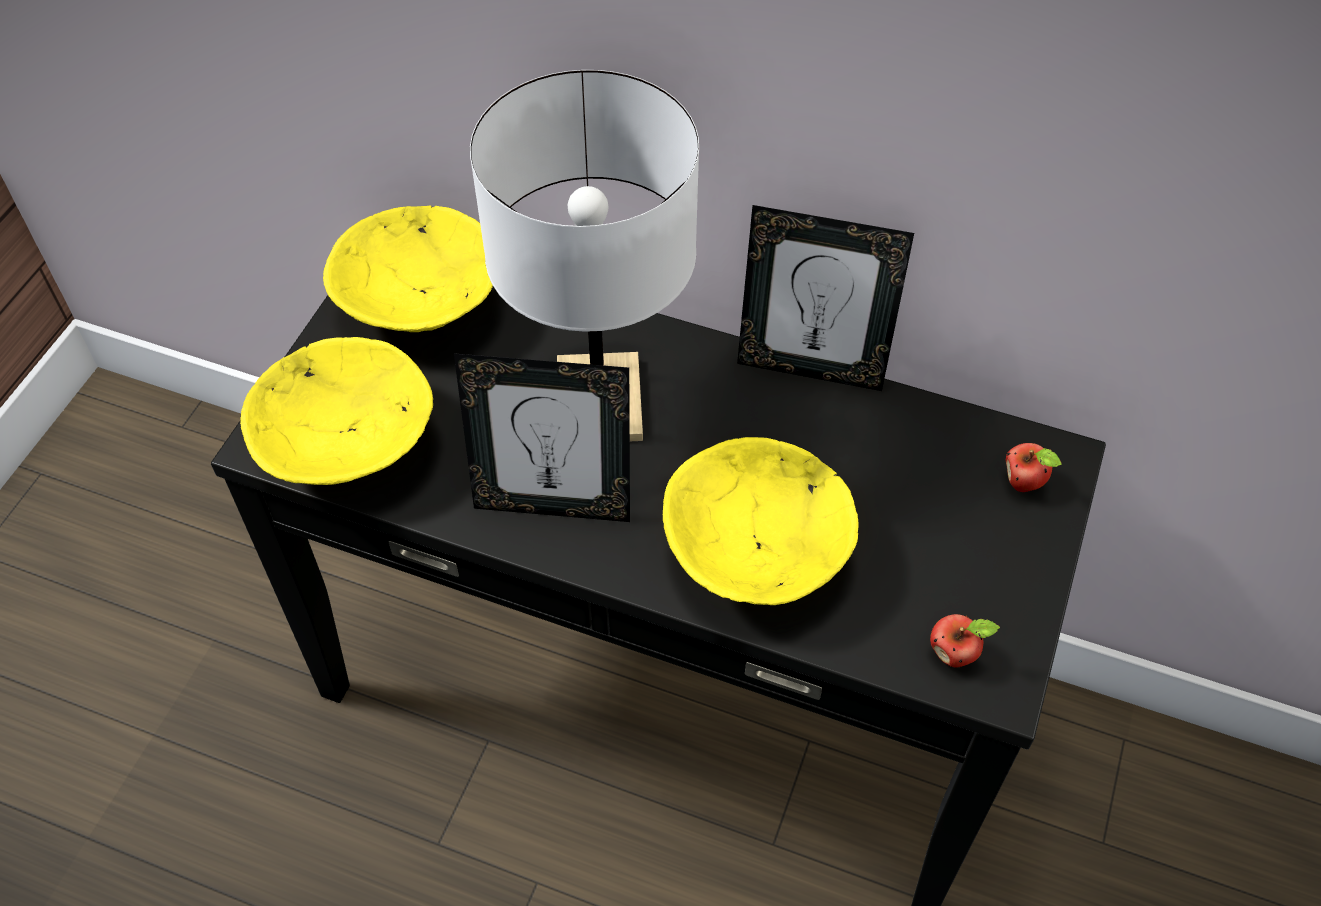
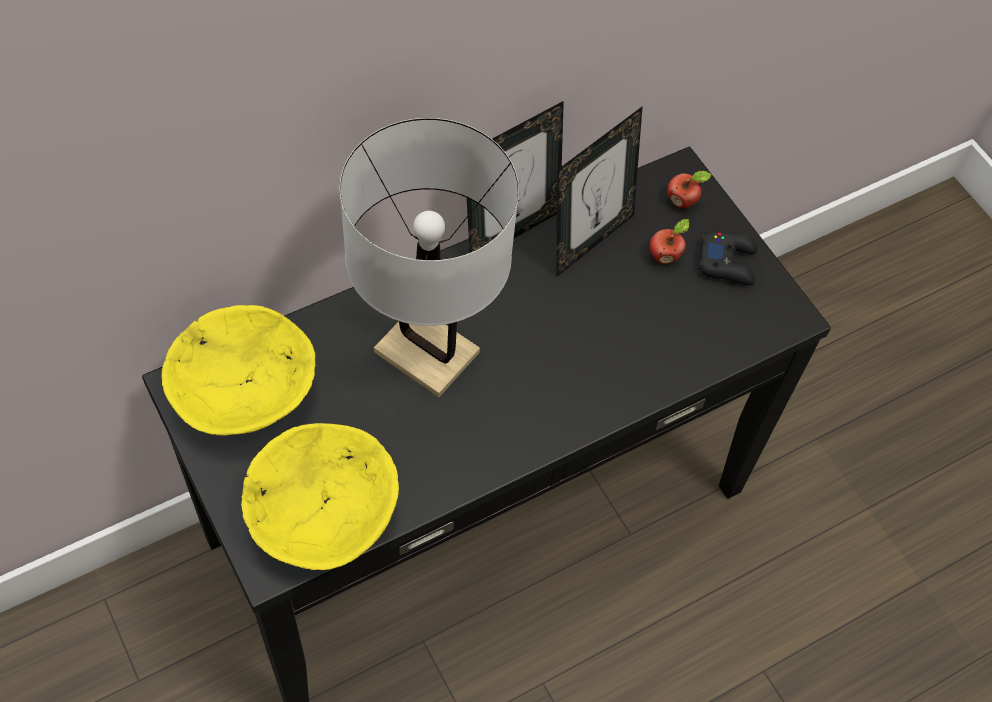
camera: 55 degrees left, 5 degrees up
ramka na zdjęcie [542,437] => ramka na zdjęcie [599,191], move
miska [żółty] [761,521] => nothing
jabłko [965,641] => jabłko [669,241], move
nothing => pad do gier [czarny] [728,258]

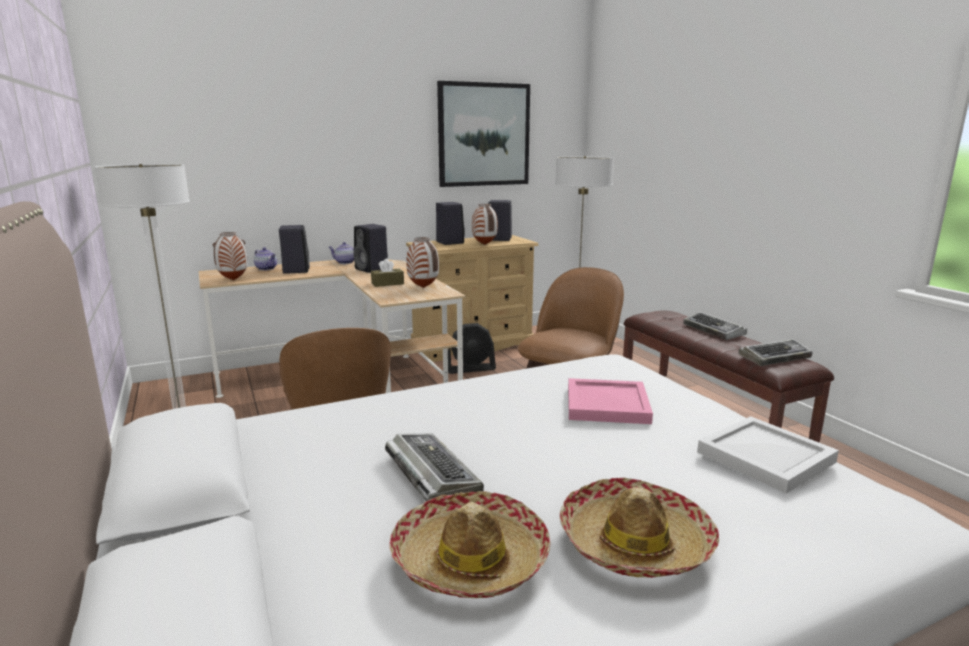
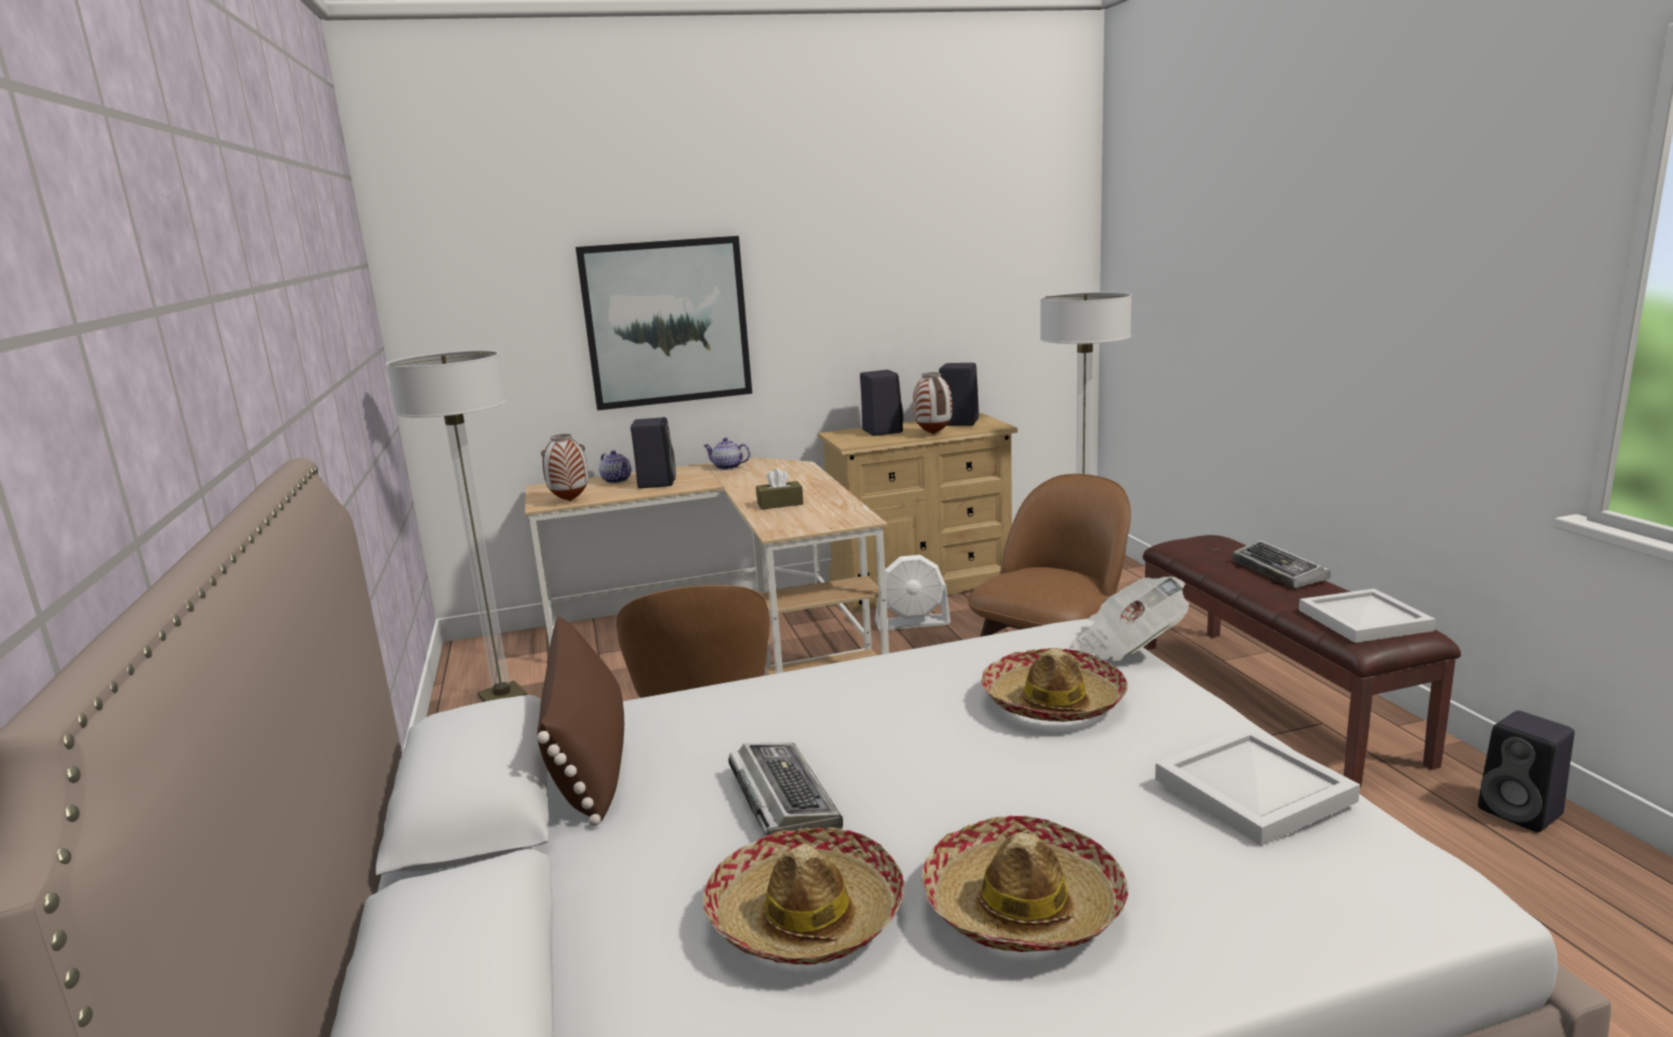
camera: 10 degrees right, 0 degrees up
obraz [483,134] => obraz [664,323], move
głośnik [czarny] [370,248] => głośnik [czarny] [1526,771], move
wazon [422,262] => nothing
wentylator [czarny] [472,348] => wentylator [biały] [913,593]
klawiatura [775,352] => taca [biały] [1367,616]
taca [różowy] [610,401] => kapelusz [1054,685]
nothing => gazeta [1130,619]
nothing => poduszka [brązowy] [580,721]

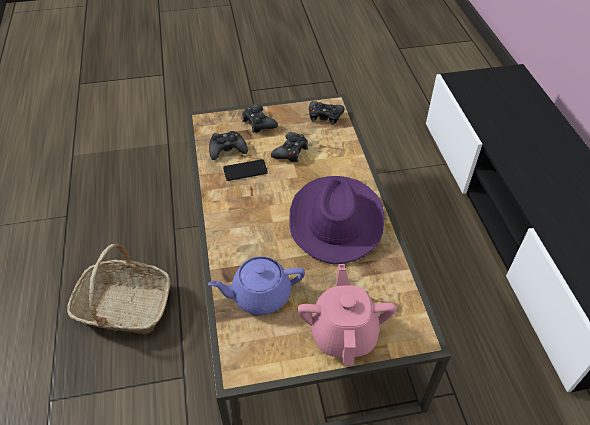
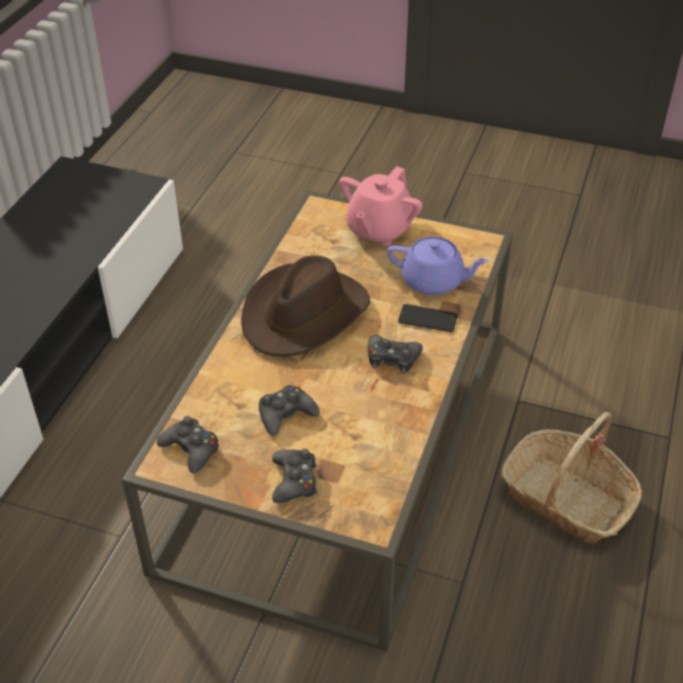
camera: 150 degrees left, 5 degrees down
pad do gier [czarny] [228,145] => pad do gier [czarny] [395,354], move
telefon [245,170] => telefon [428,318], move
kapelusz [fioletowy] [337,220] => kapelusz [brązowy] [305,306]

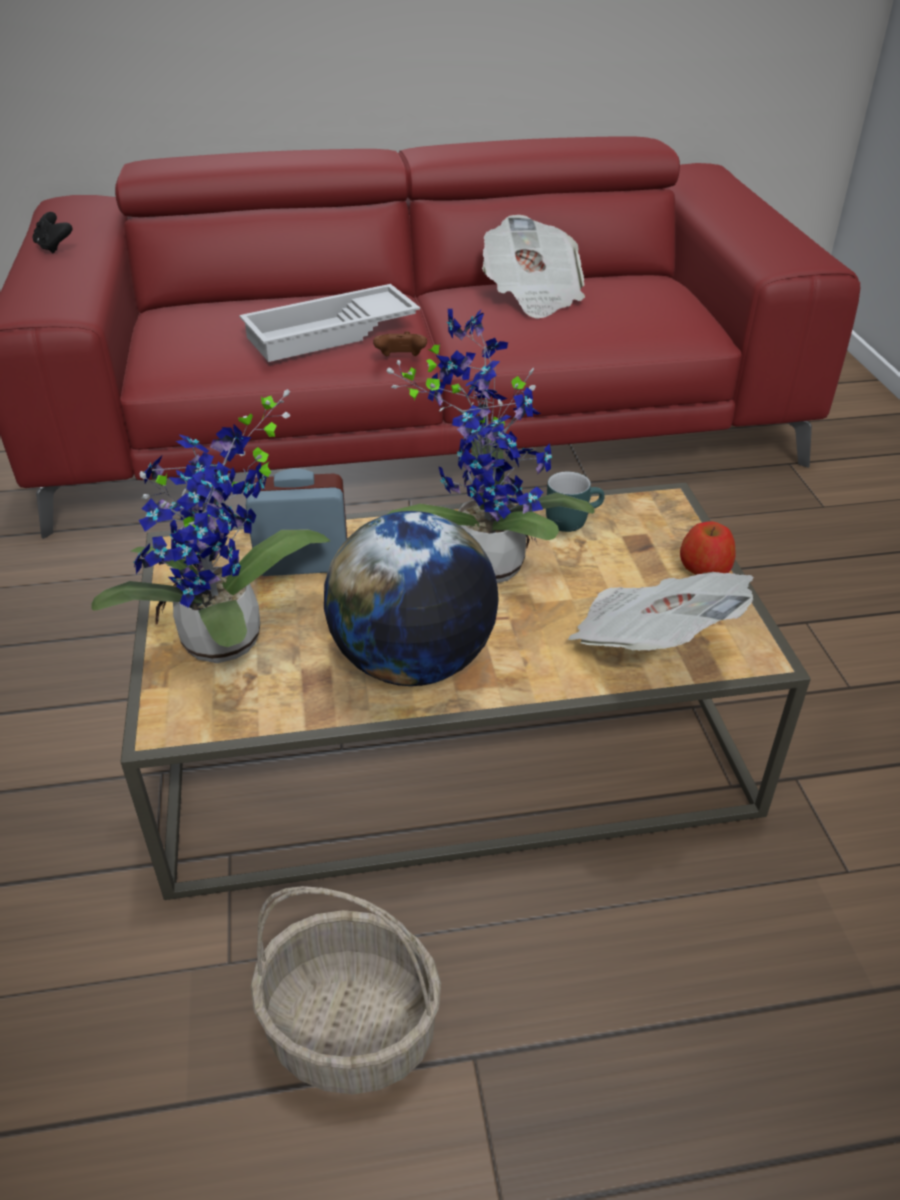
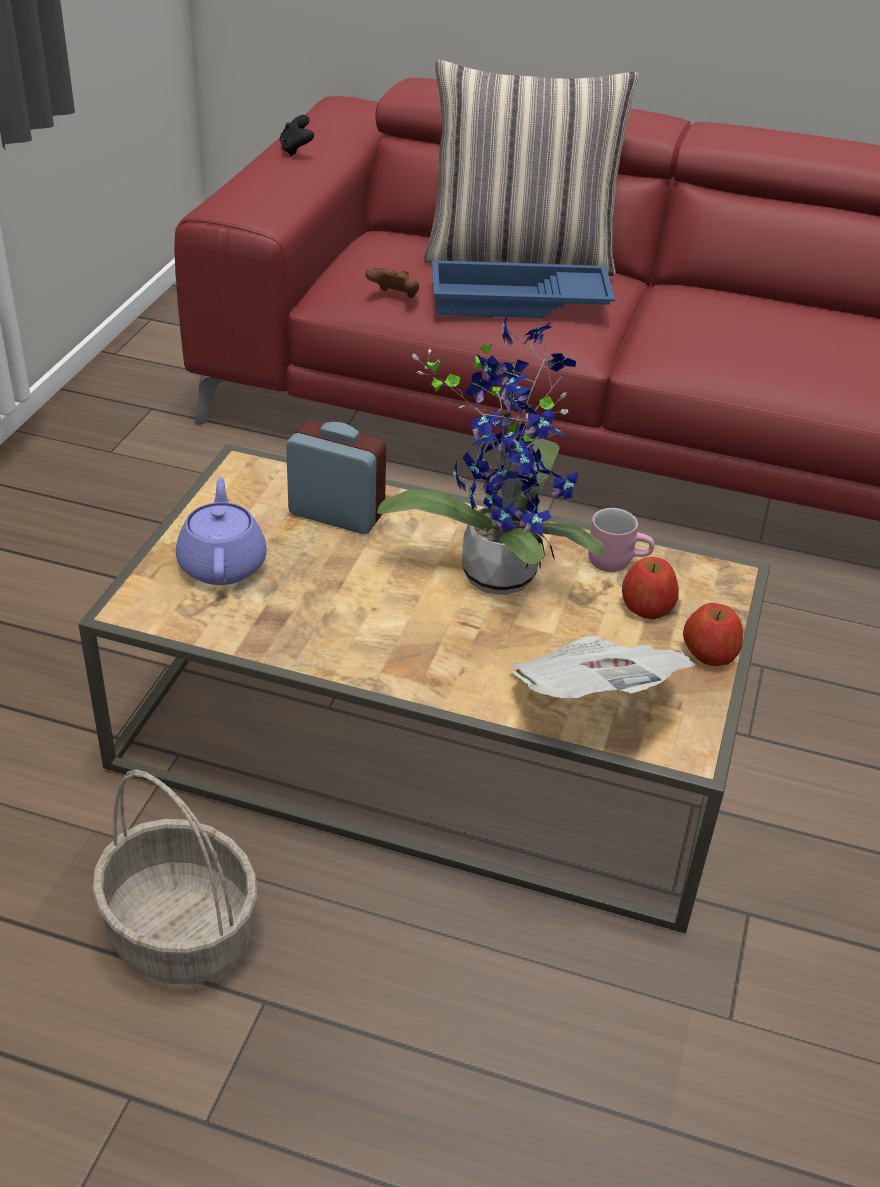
camera: 25 degrees right, 0 degrees up
gazeta [533,267] => nothing
taca [biały] [329,323] => taca [niebieski] [523,289]
pad do gier [brązowy] [400,343] => pad do gier [brązowy] [392,282], move
roślina doniczkowa [211,526] => imbryk [fioletowy] [221,531]
kubek [turkusowy] [575,502] => kubek [różowy] [621,540]
globus [411,598] => nothing
nothing => poduszka [531,167]
nothing => jabłko [650,588]

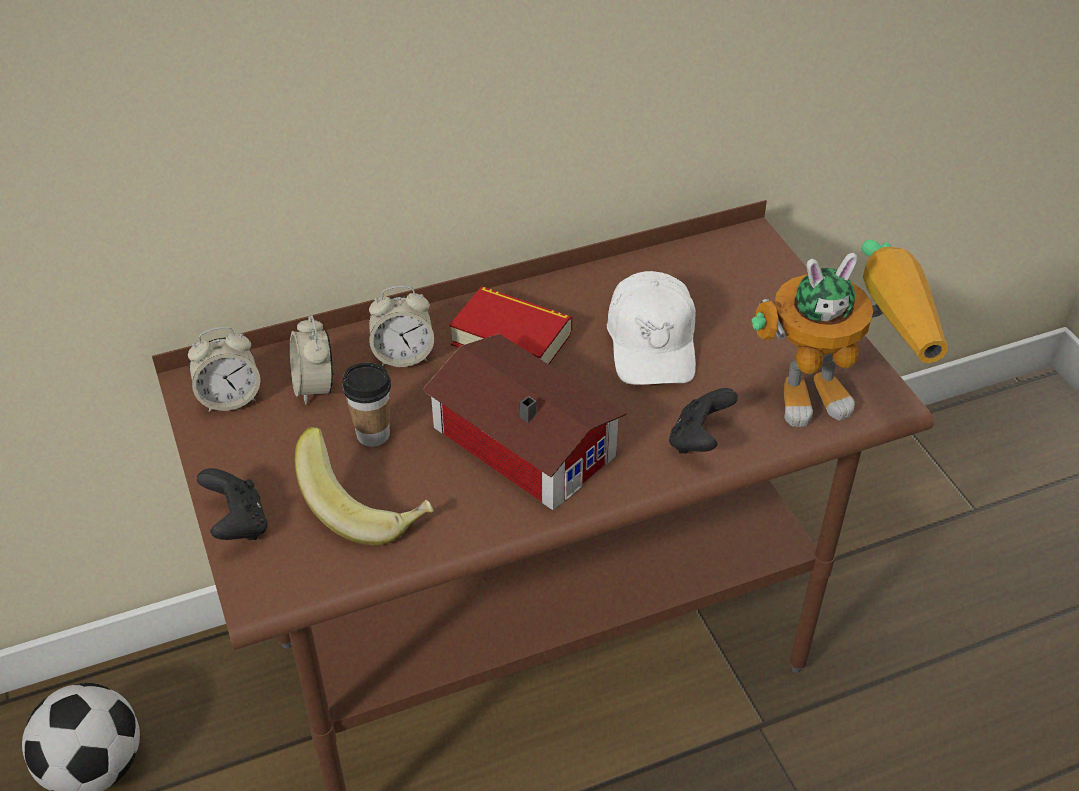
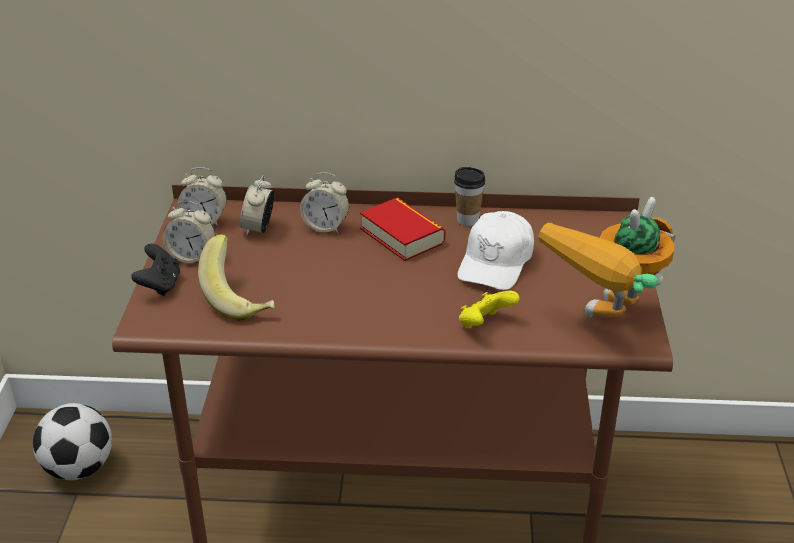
camera: 25 degrees right, 10 degrees down
robot zabawkowy [849,333] => robot zabawkowy [606,257], 120 degrees clockwise
domek [524,422] => nothing
filiżanka [366,405] => filiżanka [470,196], move
pad do gier [czarny] [703,421] => pad do gier [żółty] [489,309]
nothing => budzik [189,232]

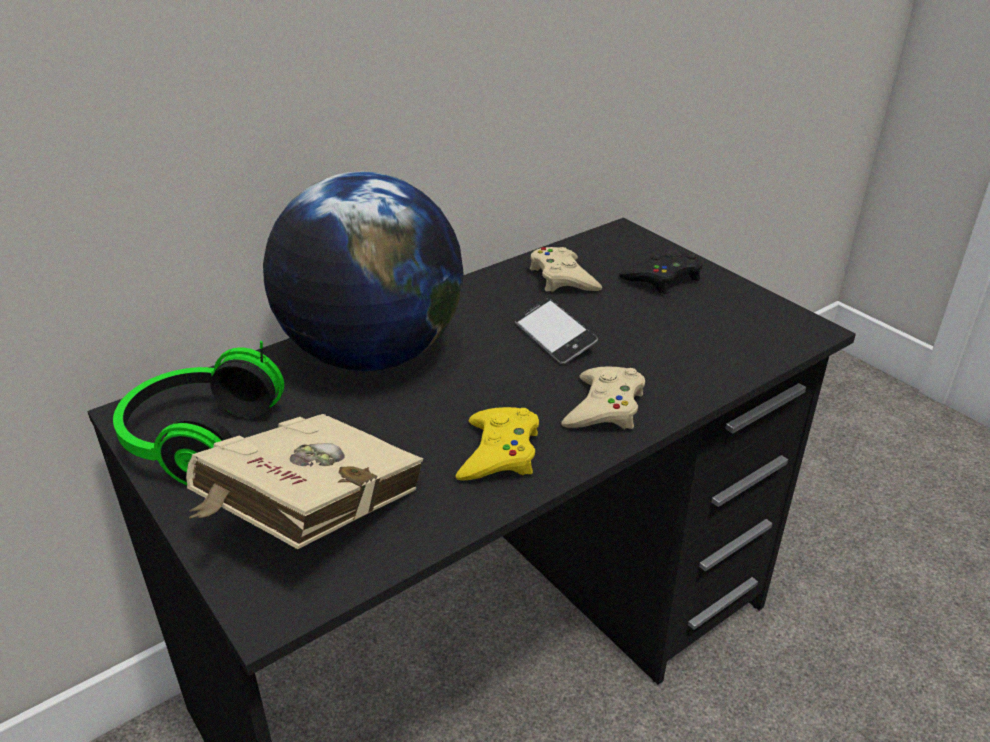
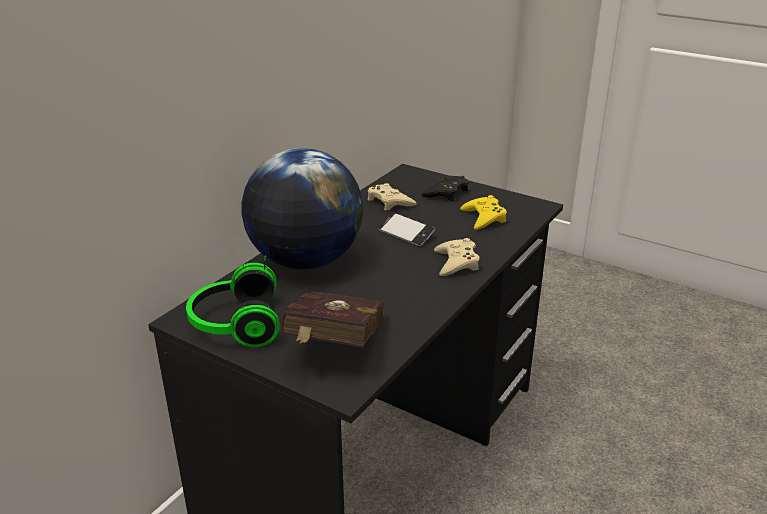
camera: 20 degrees left, 5 degrees down
pad do gier [żółty] [497,444] => pad do gier [żółty] [483,212], move
książka [beżowy] [304,481] => książka [czerwony] [332,319]

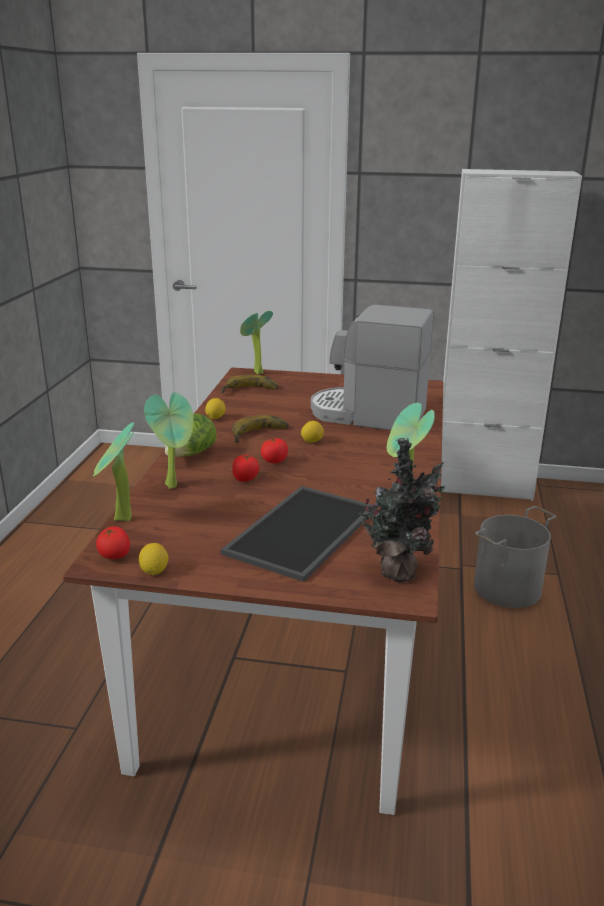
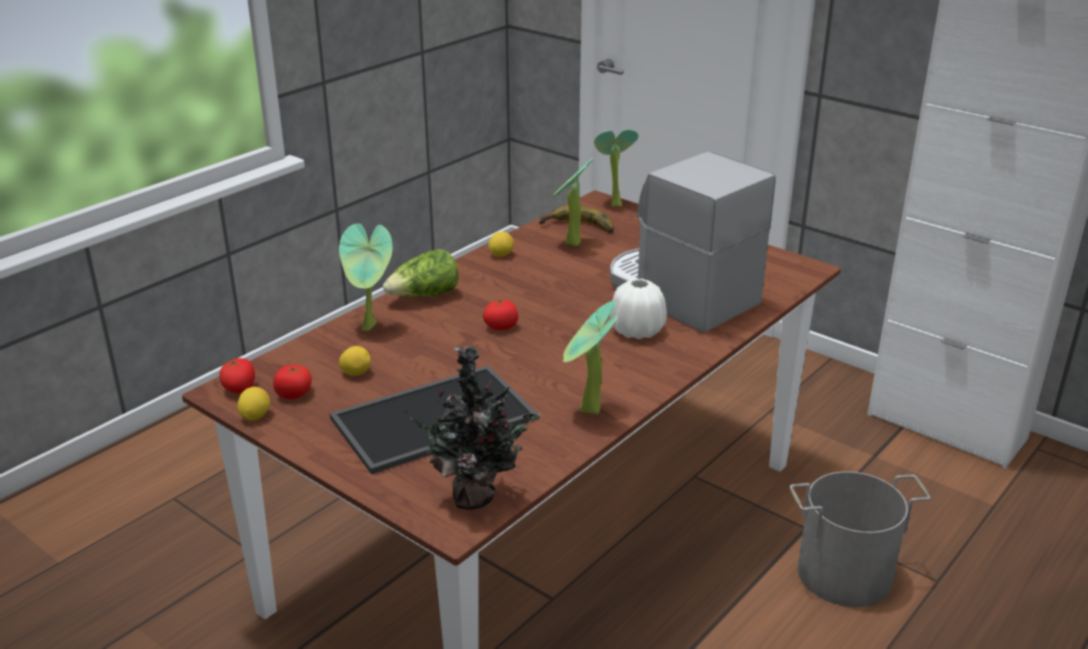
camera: 30 degrees right, 5 degrees up
banan [260,429] => nothing
cytryna [312,432] => cytryna [355,361], move
roślina doniczkowa [114,472] => roślina doniczkowa [572,202], move
pomidor [245,468] => pomidor [292,382], move
nothing => wazon [biały] [638,309]

